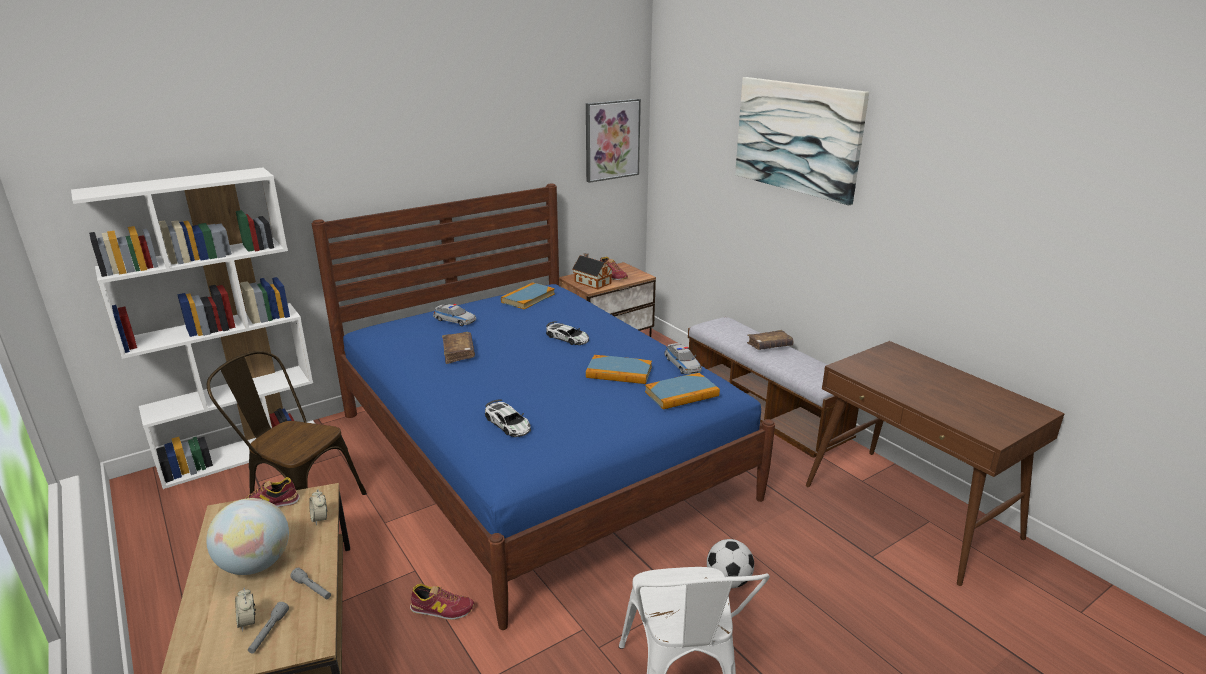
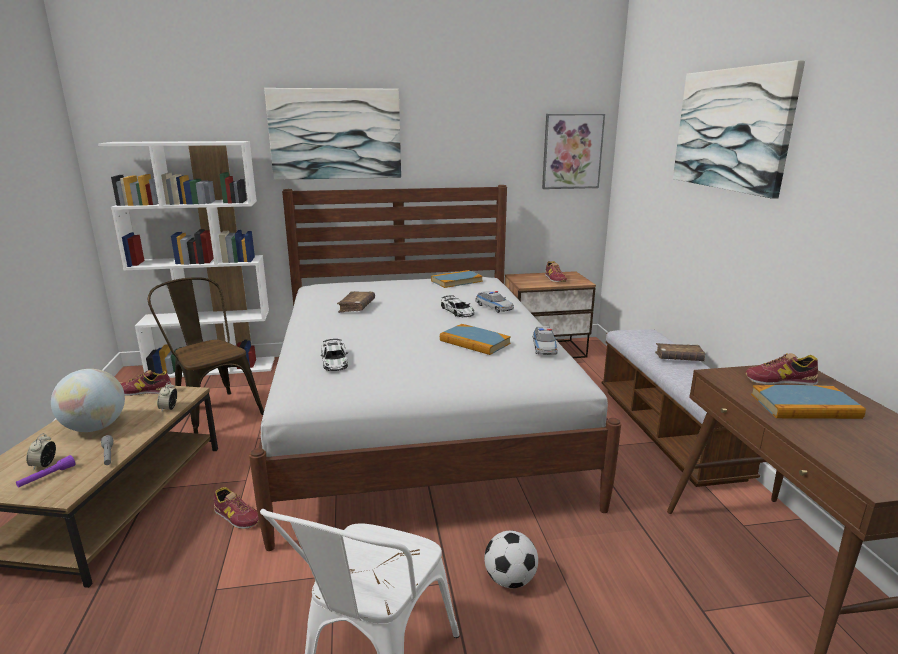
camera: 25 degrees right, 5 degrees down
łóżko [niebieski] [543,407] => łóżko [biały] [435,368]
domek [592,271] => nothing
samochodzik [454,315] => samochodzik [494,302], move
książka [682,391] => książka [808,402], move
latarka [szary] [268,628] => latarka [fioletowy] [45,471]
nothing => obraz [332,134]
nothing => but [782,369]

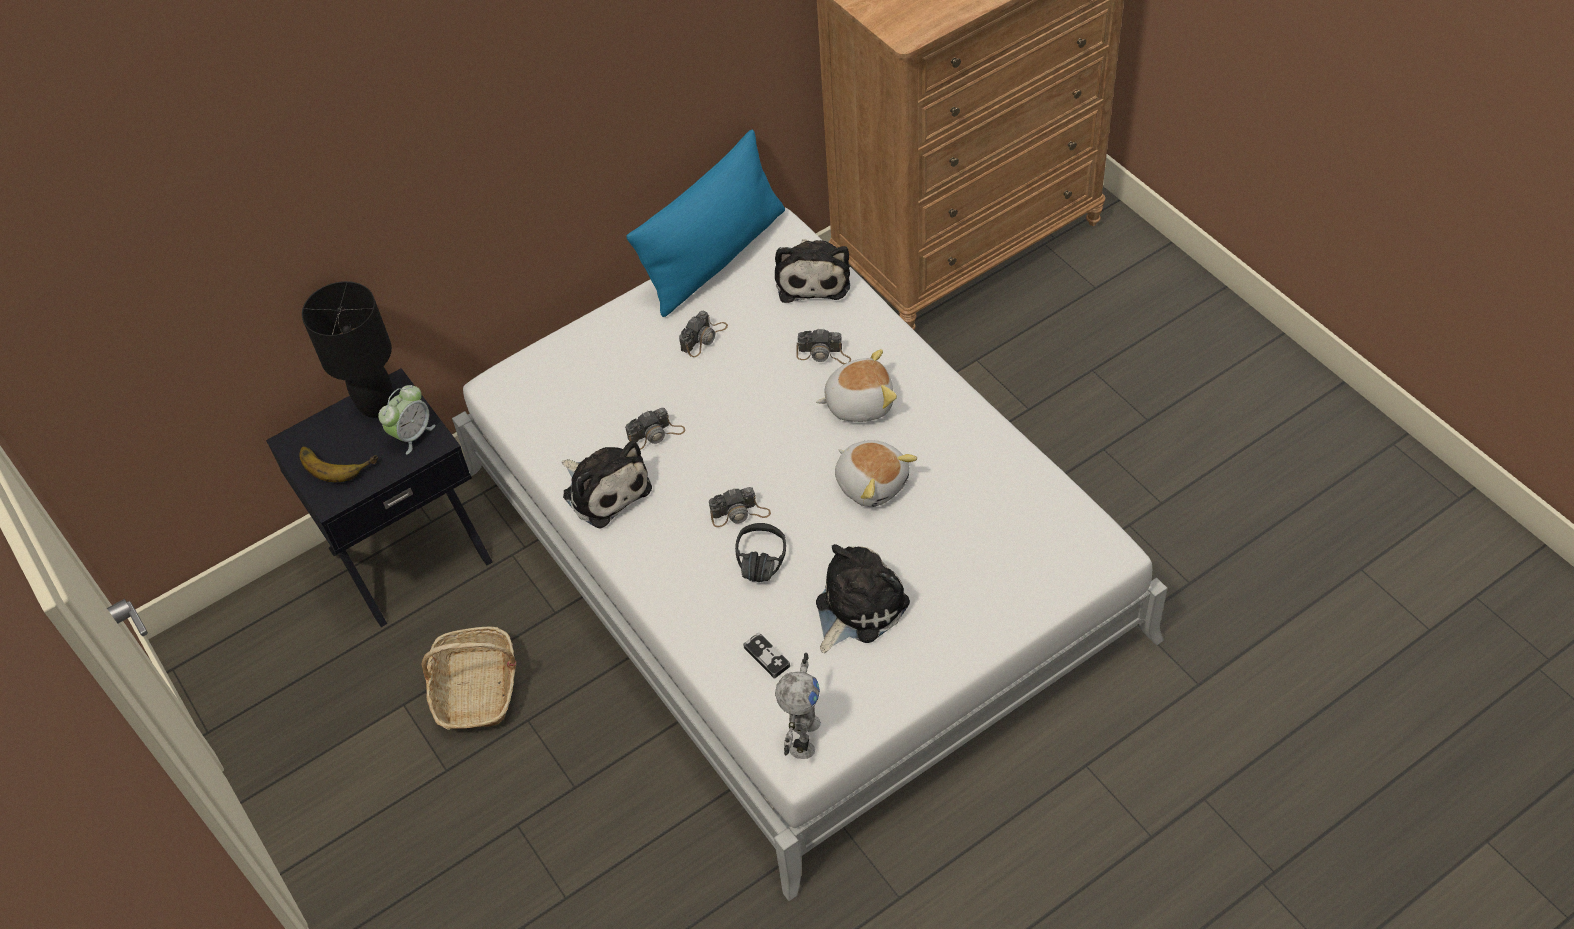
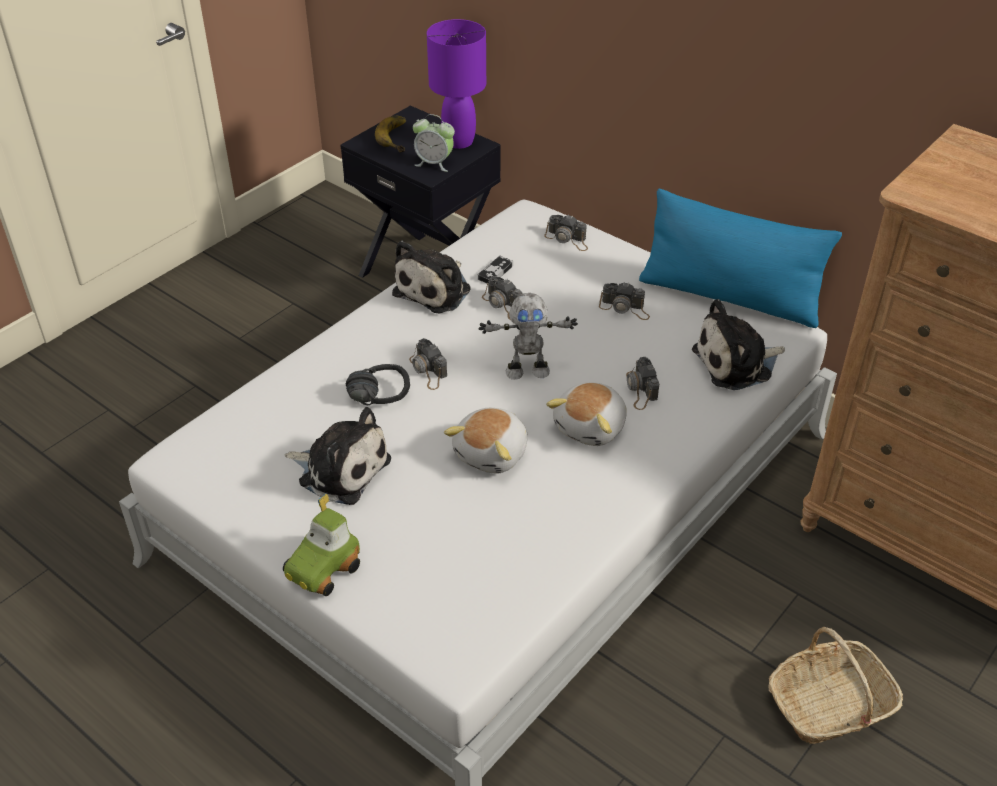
camera: 70 degrees right, 10 degrees down
lampa stołowa [czarny] [348,349] => lampa stołowa [fioletowy] [456,84]
pluszak [856,385] => pluszak [586,414], 60 degrees clockwise
koszyk [468,678] => koszyk [836,685], move
pad do gier [766,655] => pad do gier [495,269], move
robot zabawkowy [798,706] => robot zabawkowy [528,336], move
nothing => aparat fotograficzny [566,232]
nothing => samochodzik [321,544]

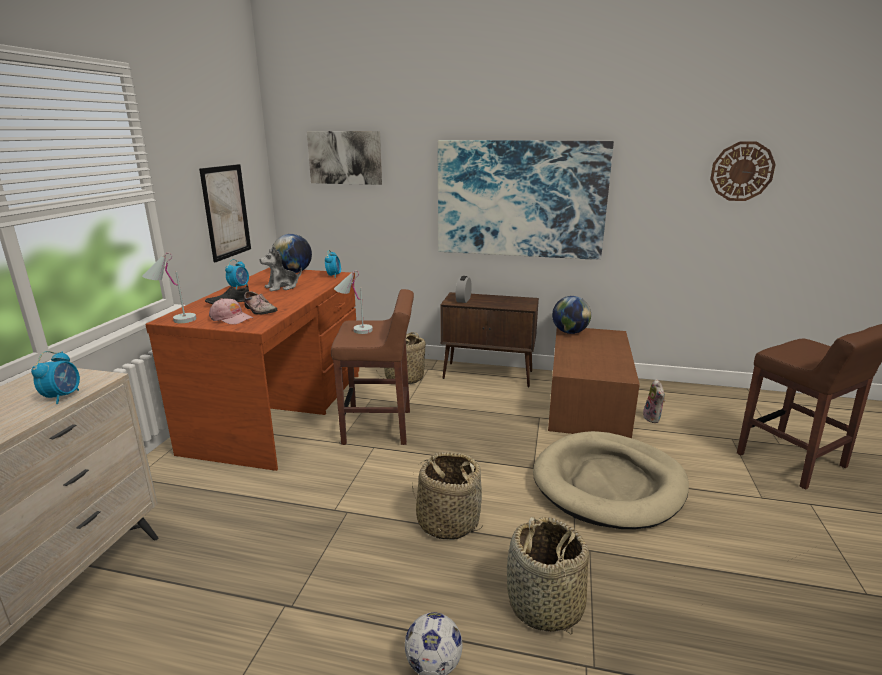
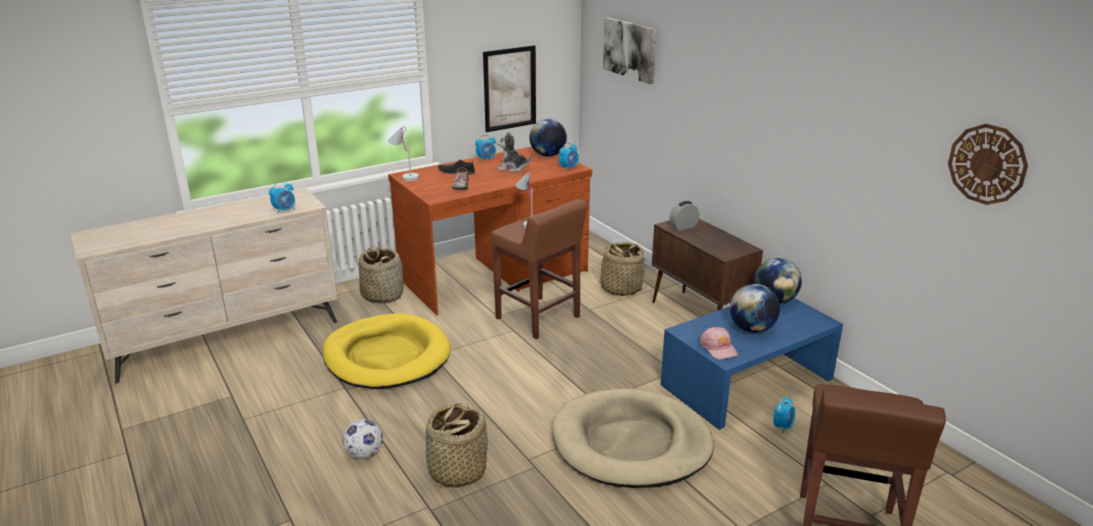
camera: 45 degrees right, 5 degrees up
obraz [526,200] => nothing
czapka z daszkiem [różowy] [231,311] => czapka z daszkiem [różowy] [719,343], move
ława [brązowy] [594,383] => ława [niebieski] [751,364]
pluszak [654,401] => budzik [784,415]
koszyk [448,496] => koszyk [381,274], move
nothing => globus [755,308]
nothing => legowisko [żółty] [387,351]

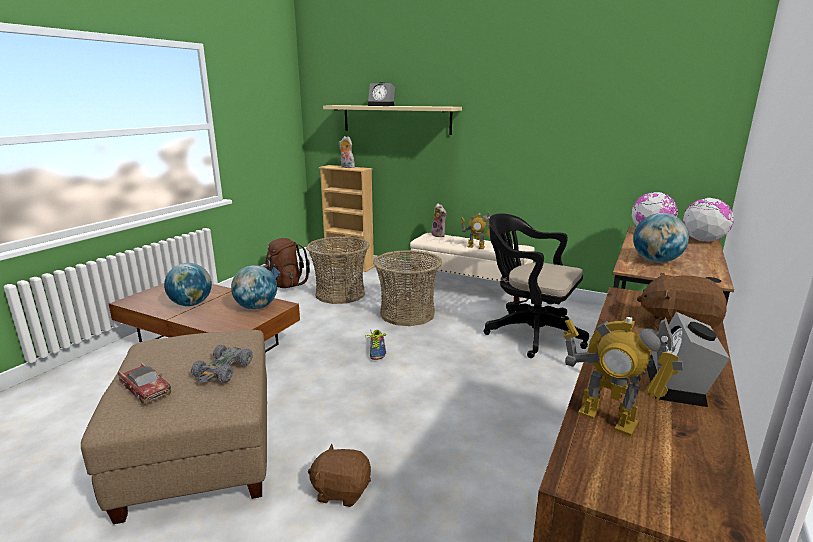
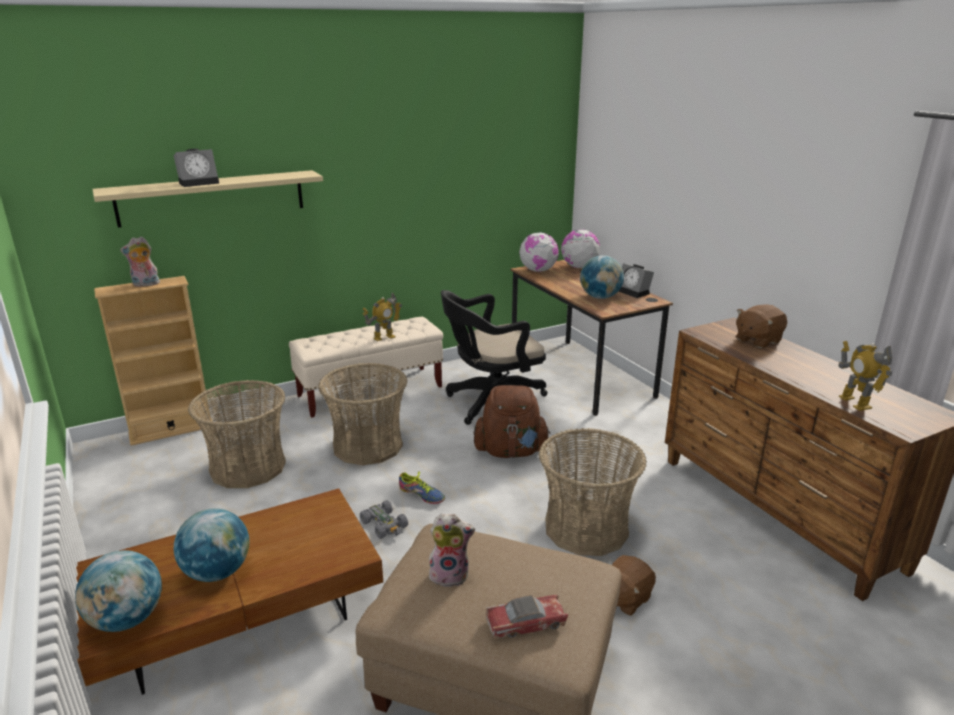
camera: 55 degrees left, 5 degrees up
pluszak [438,220] => pluszak [452,550], move
plecak [brązowy] [286,263] => plecak [brązowy] [512,421], move
globus [254,287] => globus [118,591], move
budzik [688,359] => budzik [636,280], move
robot zabawkowy [623,376] => robot zabawkowy [865,376], 90 degrees clockwise
samochodzik [szary] [222,363] => samochodzik [szary] [384,519], move
nothing => koszyk [593,492]

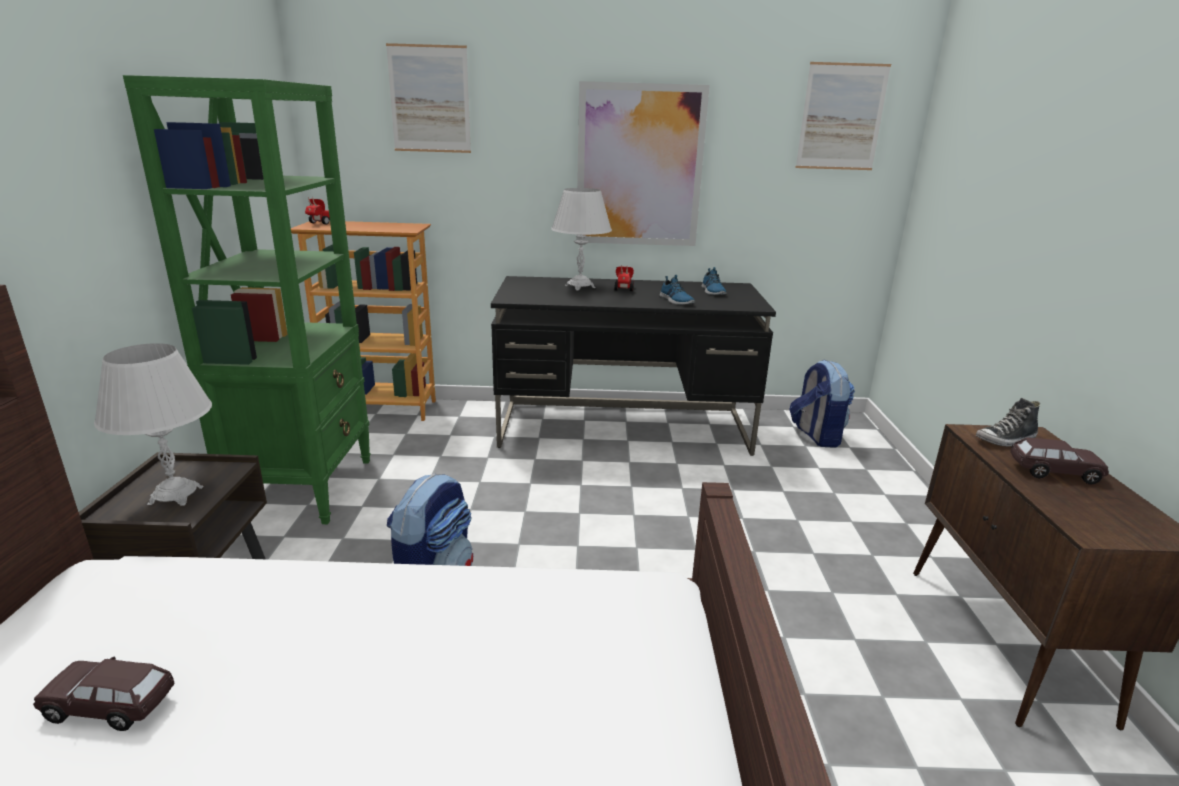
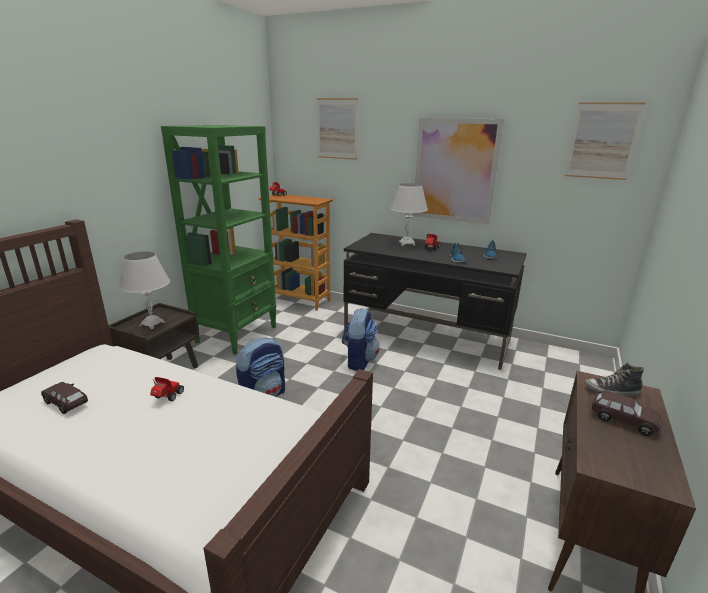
camera: 25 degrees right, 0 degrees up
plecak [822,403] => plecak [361,339], move
nothing => samochodzik [167,389]

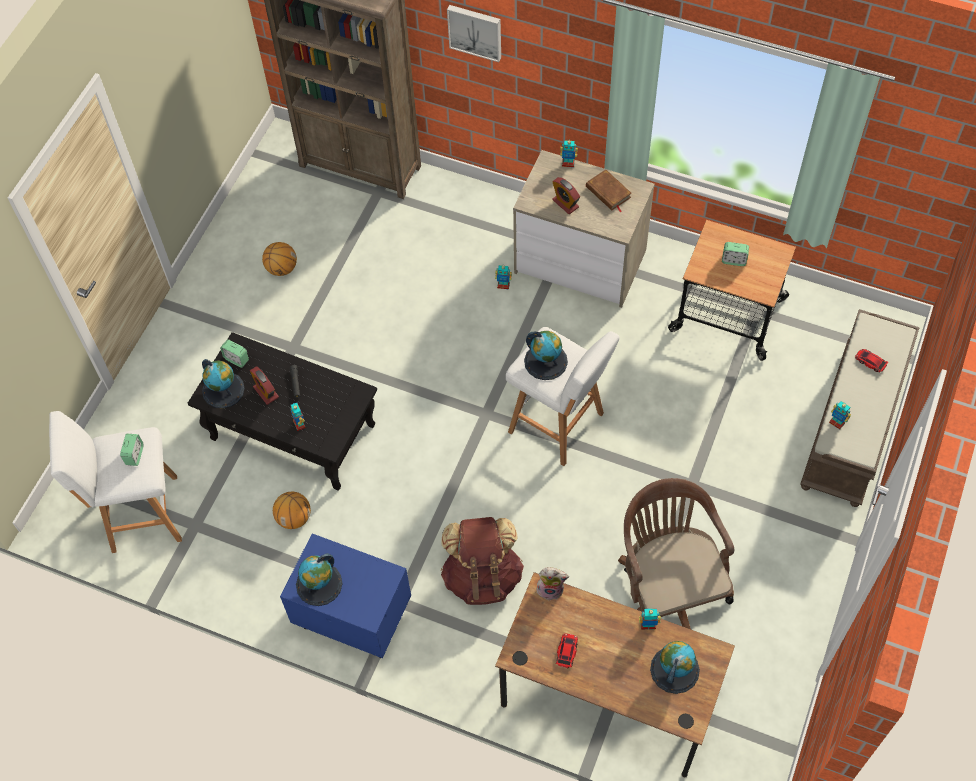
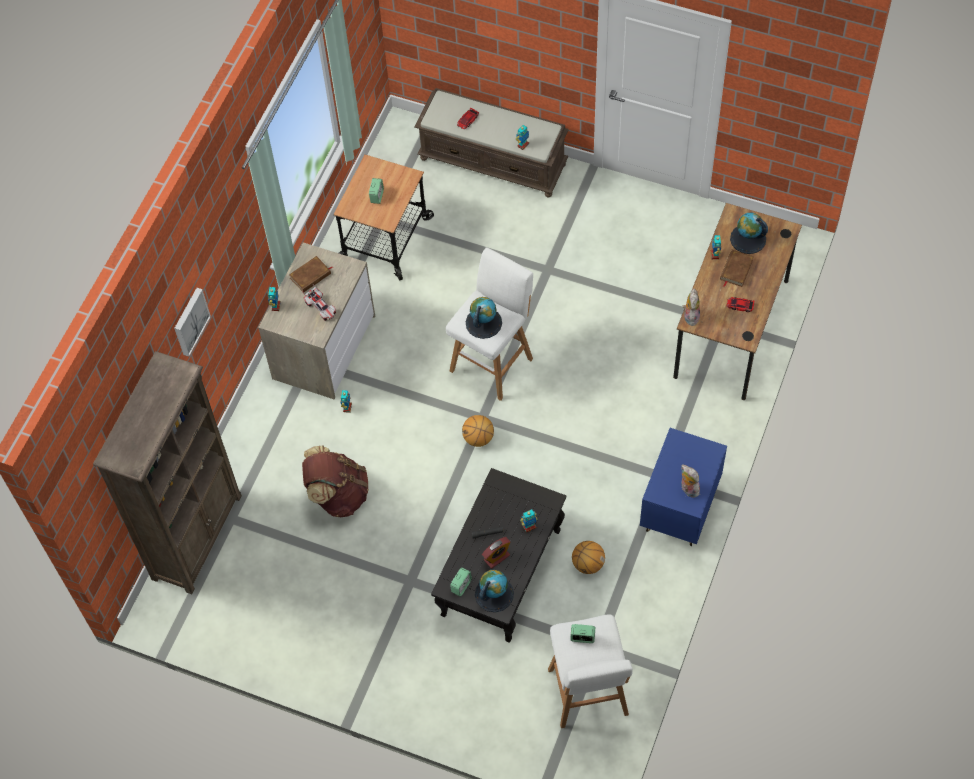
camera: 90 degrees left, 0 degrees up
budzik [566,195] => samochodzik [319,302]
piłka do koszykówki [279,259] => piłka do koszykówki [478,431], move
krzesło biurowe [brązowy] [676,553] => nothing
plecak [brązowy] [482,561] => plecak [brązowy] [335,481], move
globus [319,579] => pluszak [690,481]
nothing => książka [brązowy] [737,268]

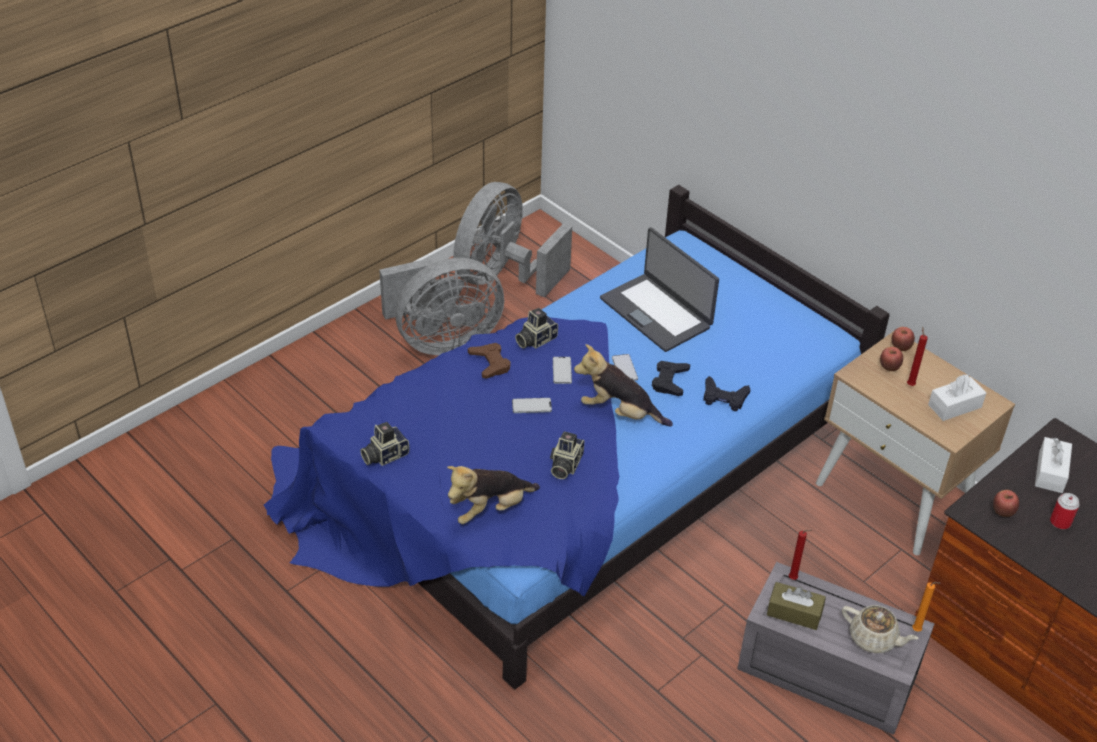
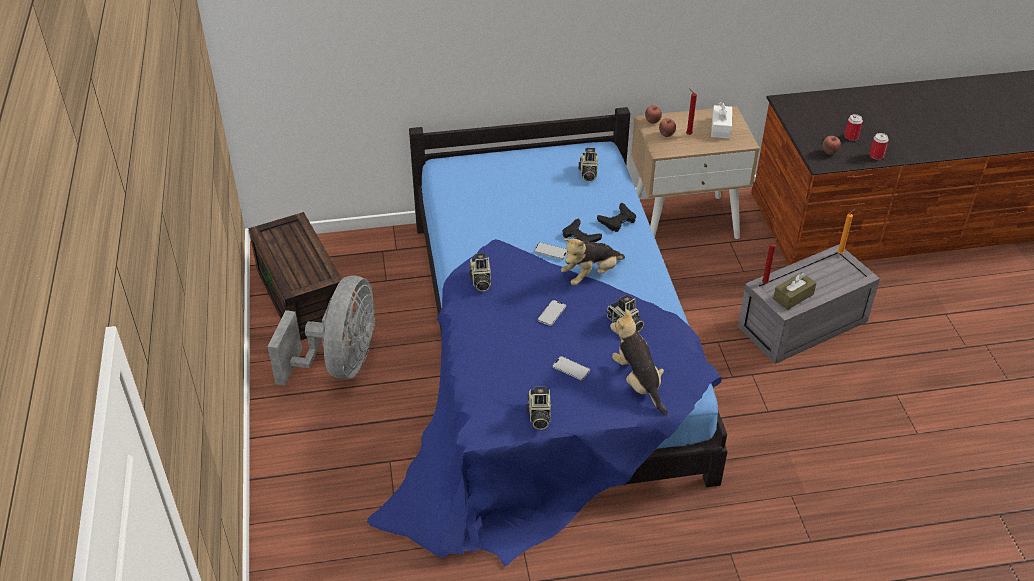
camera: 55 degrees left, 0 degrees up
wentylator [szary] [512,239] => pojemnik do przechowywania [brązowy] [295,276]
laptop [659,289] => nothing
pad do gier [brązowy] [489,361] => nothing
telefon [562,370] => telefon [571,368], move
pudełko chusteczek [biały] [1053,465] => nothing
pluszak [493,495] => pluszak [639,362], 150 degrees clockwise
imbryk [beżowy] [880,629] => nothing
nothing => puszka [879,146]
nothing => aparat fotograficzny [588,165]

